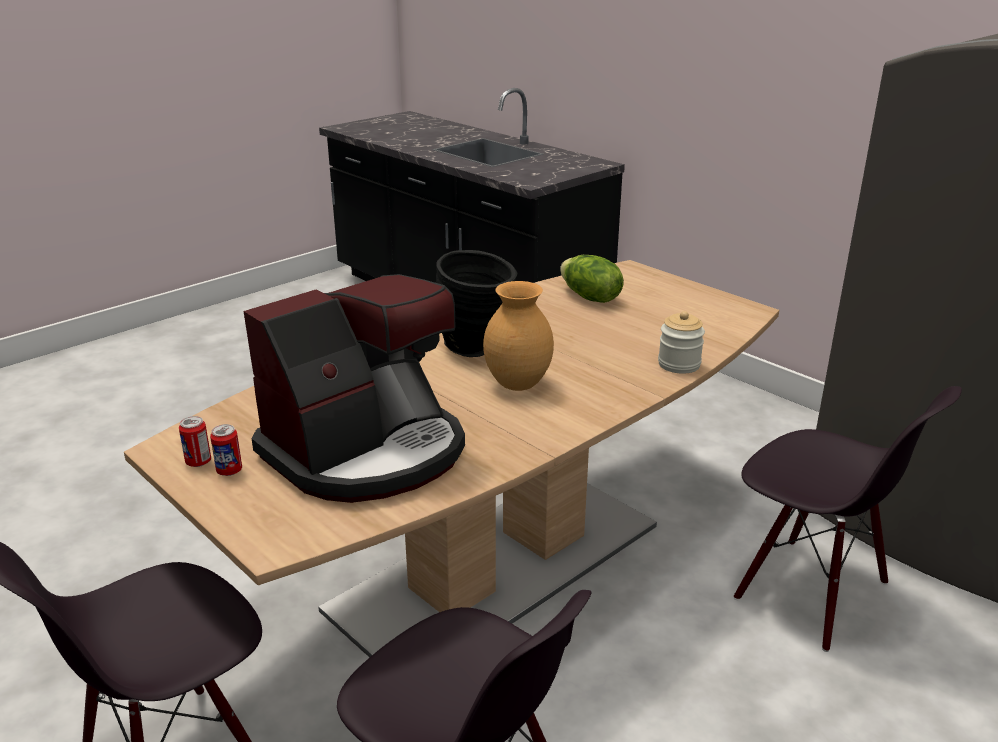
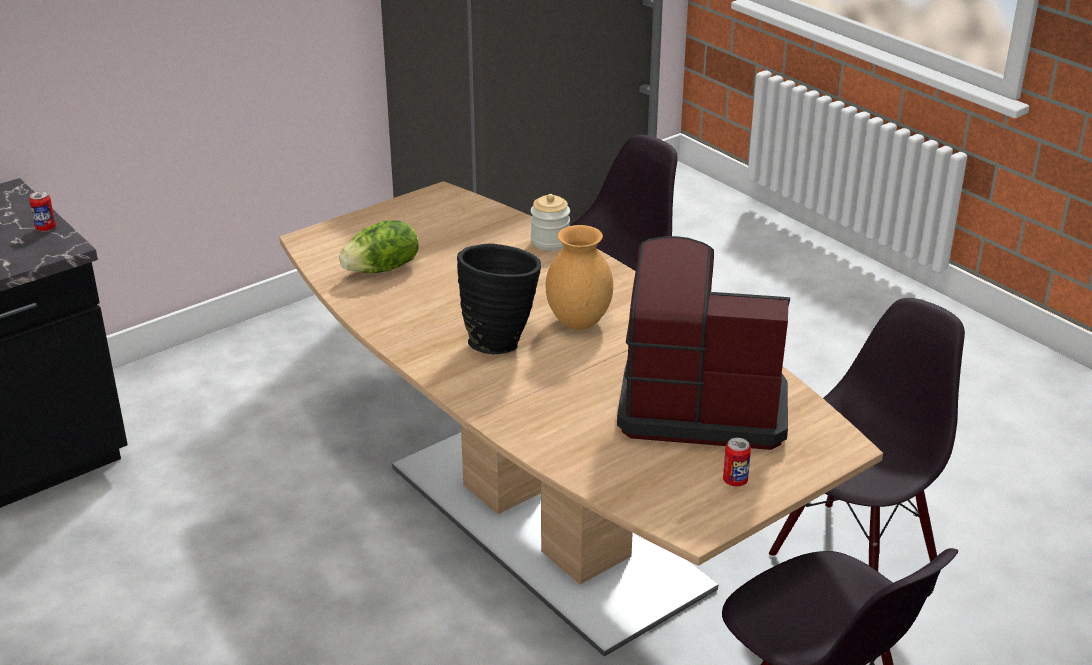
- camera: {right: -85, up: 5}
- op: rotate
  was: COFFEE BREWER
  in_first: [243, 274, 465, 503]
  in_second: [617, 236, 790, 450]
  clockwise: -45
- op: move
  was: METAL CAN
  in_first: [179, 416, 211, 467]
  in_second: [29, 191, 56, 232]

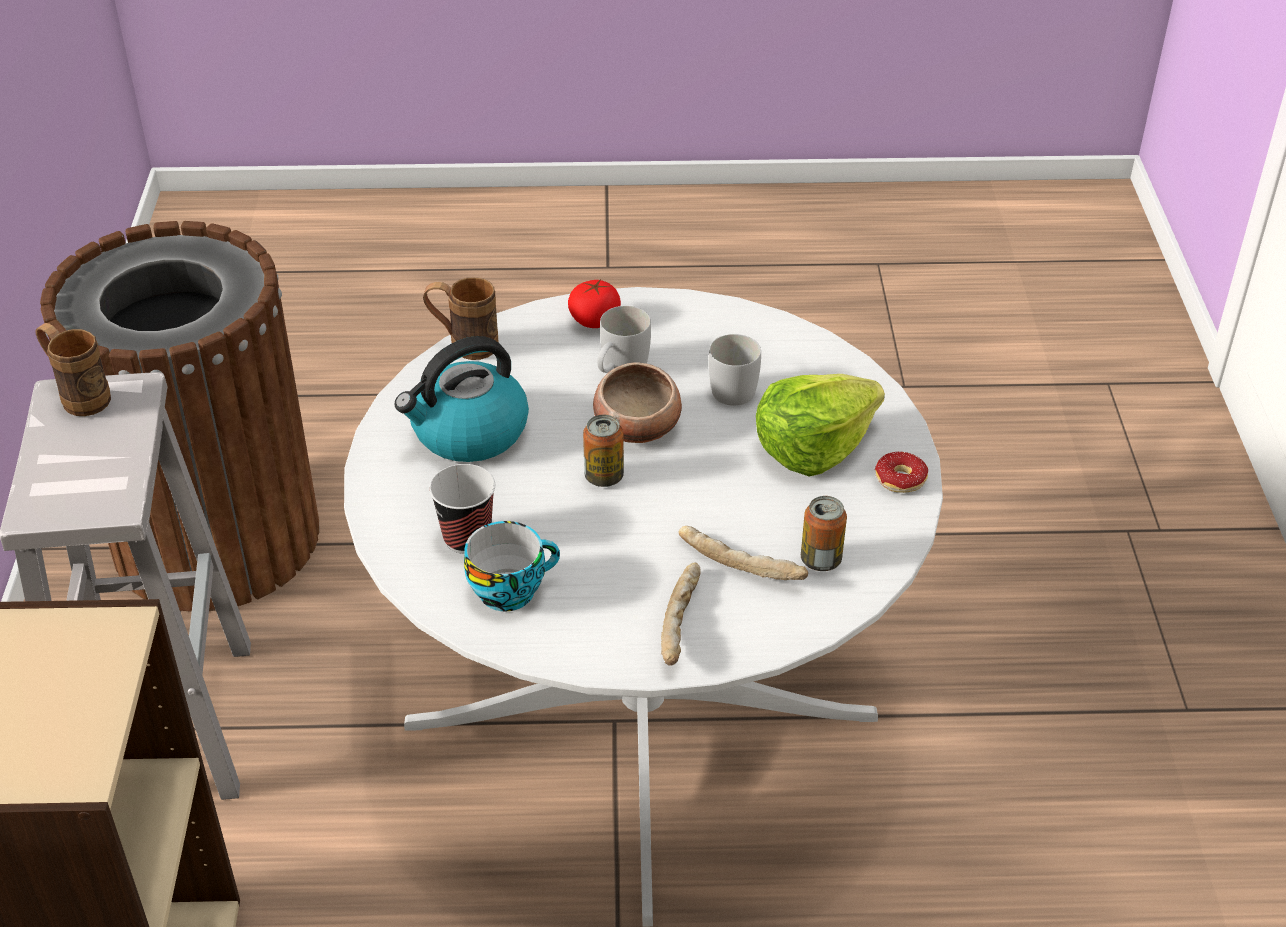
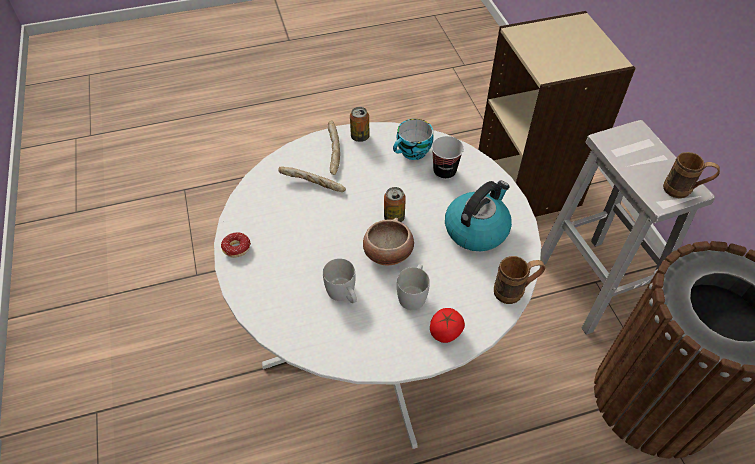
- camera: {right: 165, up: 10}
- op: delete
  was: LETTUCE HEAD
  in_first: [756, 374, 885, 477]
- op: move
  was: METAL CAN
  in_first: [801, 496, 847, 571]
  in_second: [350, 107, 370, 142]

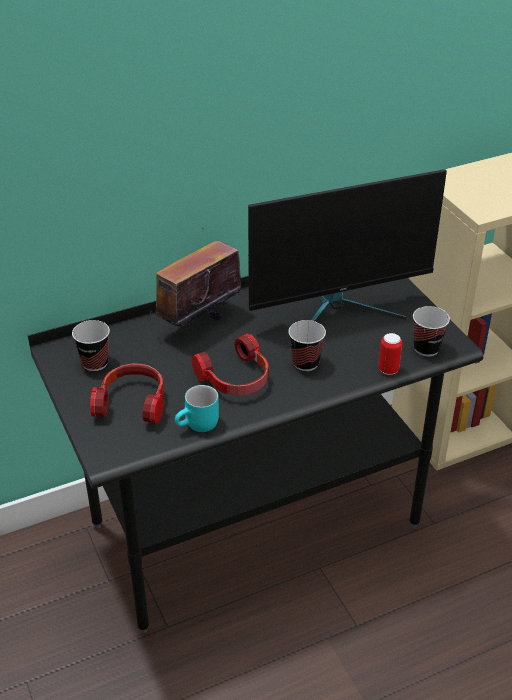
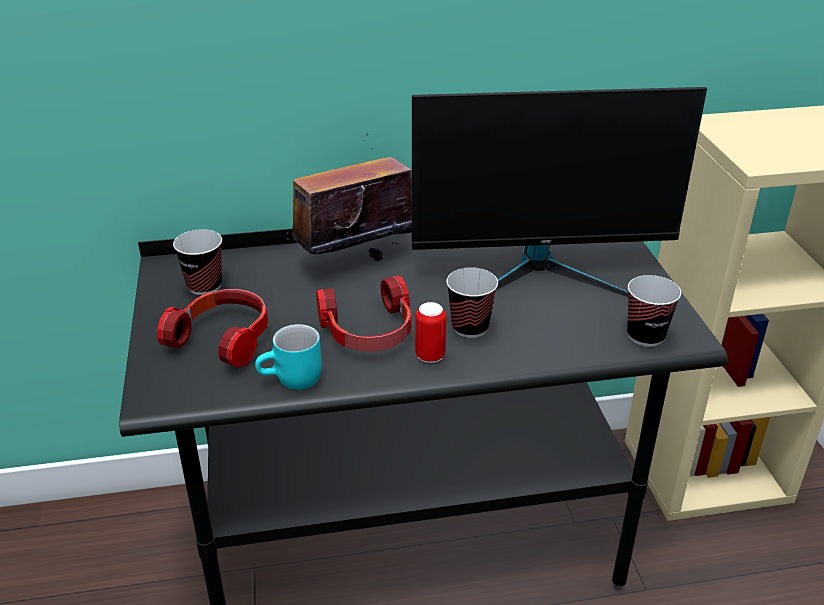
- camera: {right: 15, up: -5}
- op: move
  was: METAL CAN
  in_first: [378, 333, 403, 375]
  in_second: [415, 302, 446, 363]

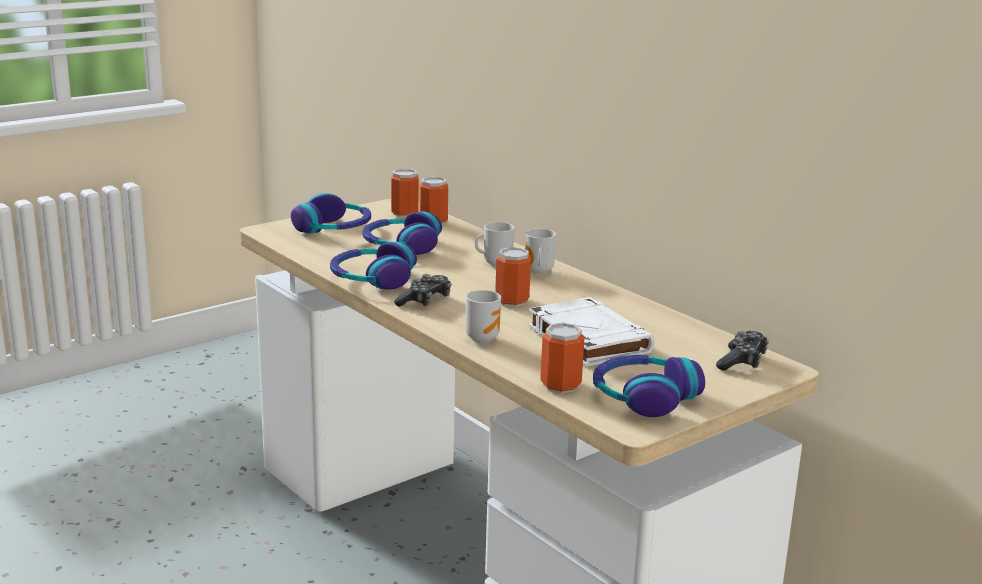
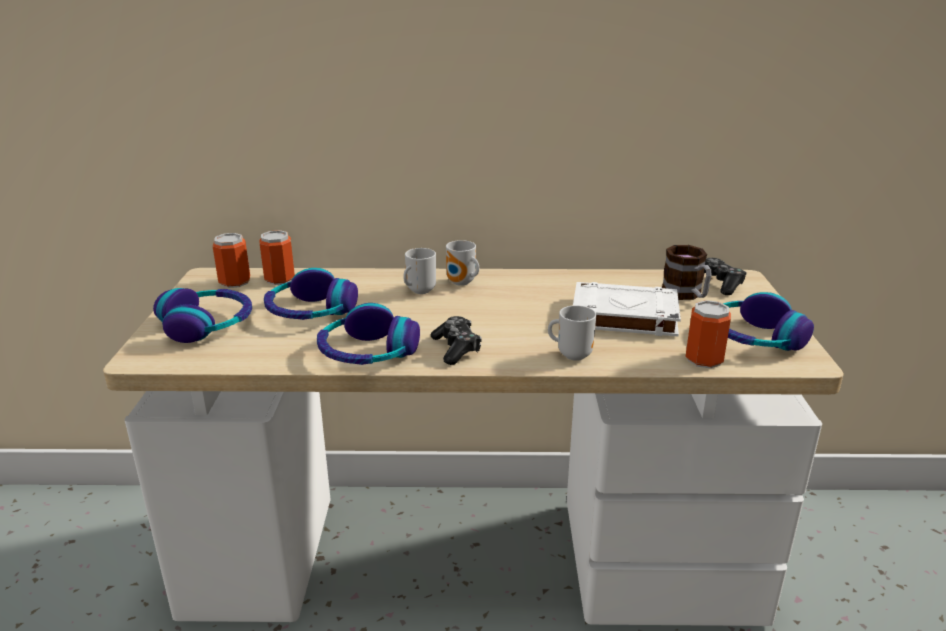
- camera: {right: -50, up: 5}
- op: delete
  was: METAL CAN
  in_first: [495, 247, 531, 307]
- op: insert
  now: MUG
  in_second: [662, 245, 711, 300]

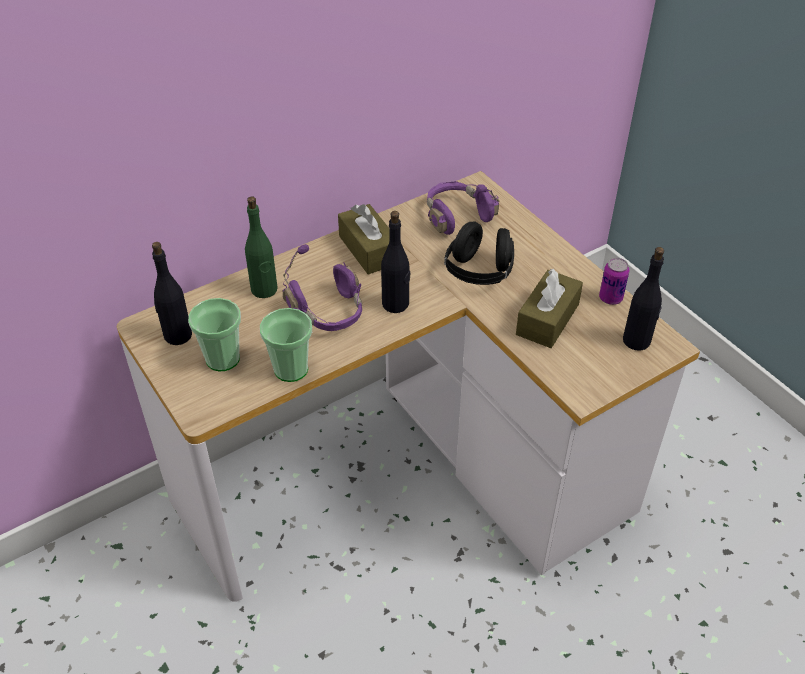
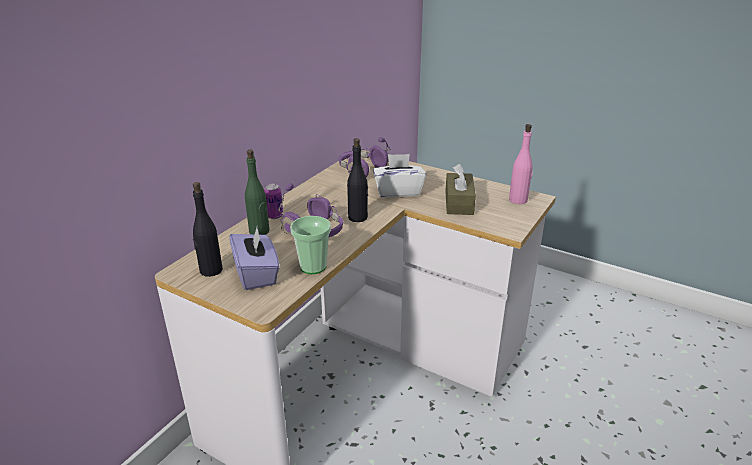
- camera: {right: -25, up: -15}
- op: delete
  was: BROWN TISSUE HOLDER
  in_first: [338, 204, 390, 275]
- op: replace
  was: BLACKISH HEADSET
  now: WHITE-COLOURED TISSUE HOLDER
  in_first: [444, 221, 514, 285]
  in_second: [373, 154, 426, 198]
- op: recolor
  was: BLACKISH BOTTLE
  now: PINK-COLOURED BOTTLE
  in_first: [623, 247, 664, 351]
  in_second: [509, 124, 533, 204]
- op: move
  was: METAL CAN
  in_first: [599, 258, 629, 305]
  in_second: [264, 183, 283, 219]
- op: replace
  was: SMALL CUP
  now: PURPLISH TISSUE HOLDER
  in_first: [188, 298, 241, 371]
  in_second: [229, 227, 280, 290]

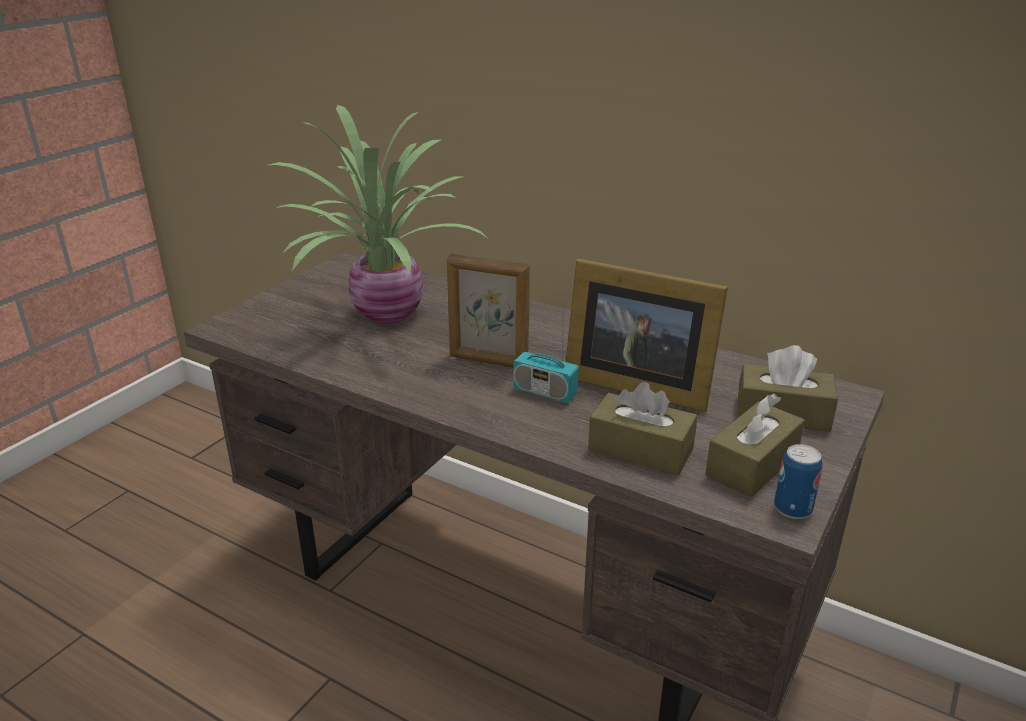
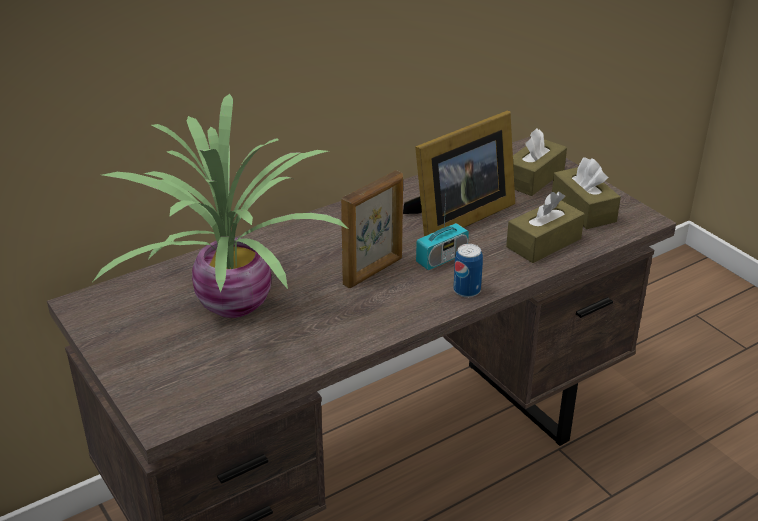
- camera: {right: -65, up: 5}
- op: move
  was: METAL CAN
  in_first: [774, 444, 822, 519]
  in_second: [453, 244, 483, 298]

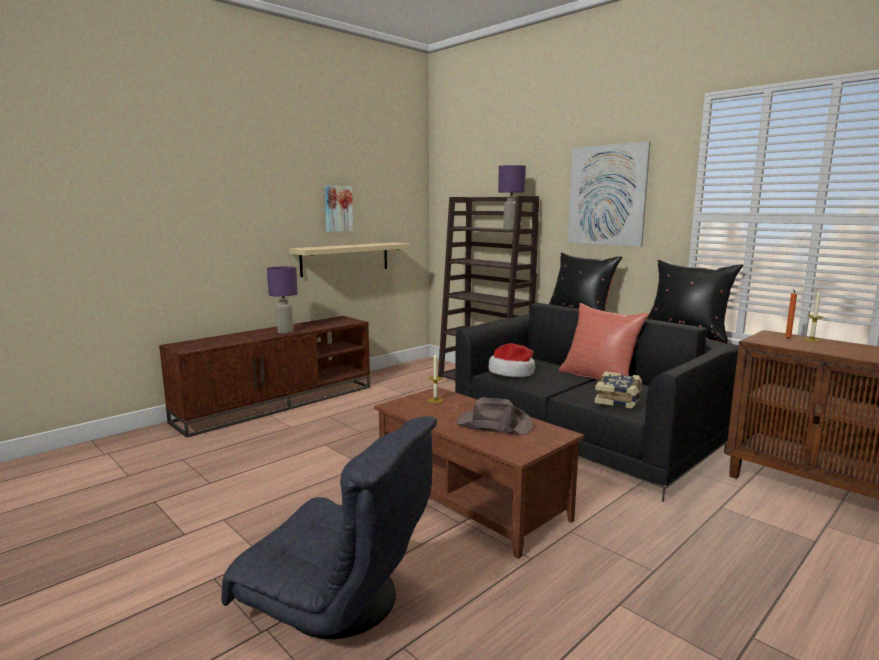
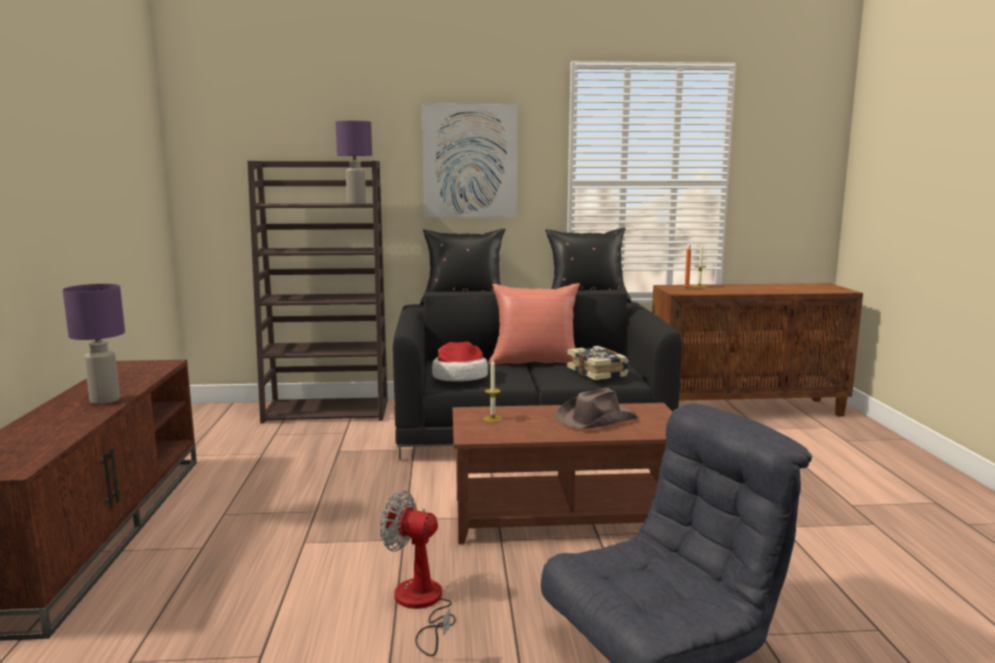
- camera: {right: -50, up: 0}
- op: delete
  was: WALL ART
  in_first: [325, 186, 354, 232]
- op: delete
  was: BEIGE-COLOURED SHELF
  in_first: [289, 242, 410, 277]
- op: insert
  now: ELECTRIC FAN
  in_second: [380, 491, 456, 656]

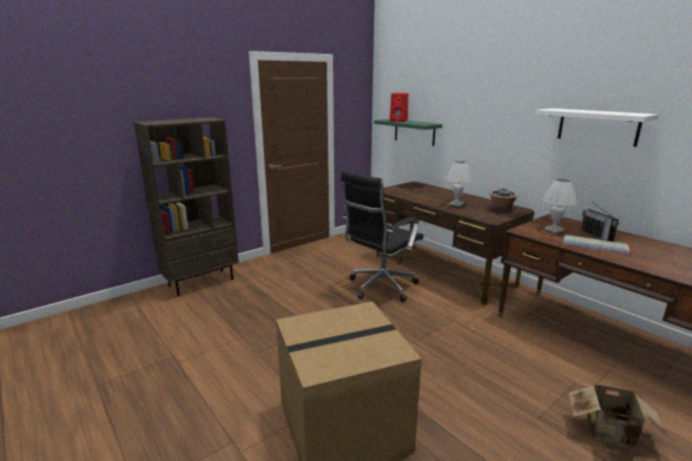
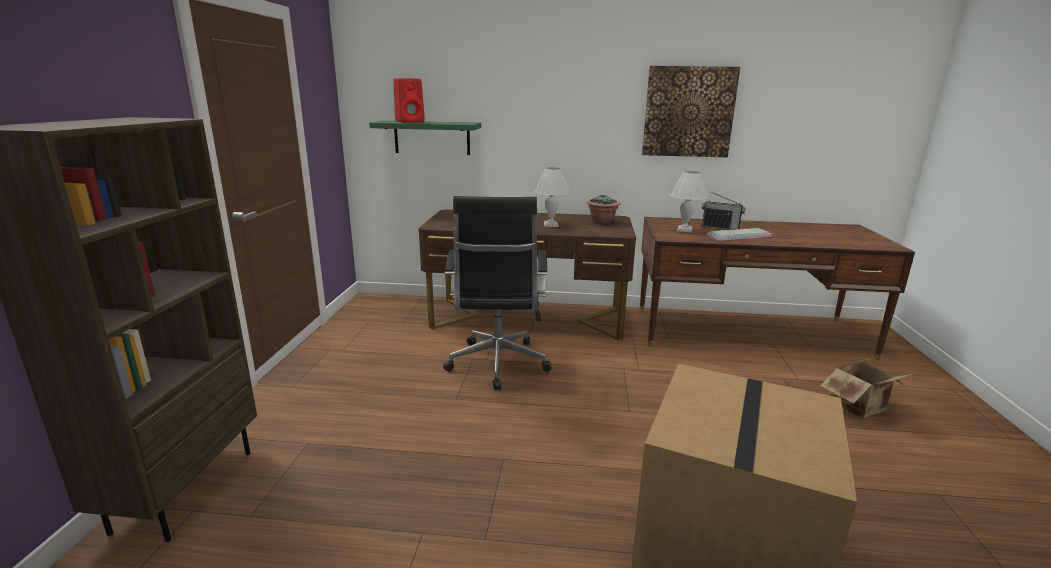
- camera: {right: -45, up: 0}
- op: replace
  was: WHITE-COLOURED SHELF
  now: WALL ART
  in_first: [535, 108, 659, 147]
  in_second: [642, 66, 740, 157]

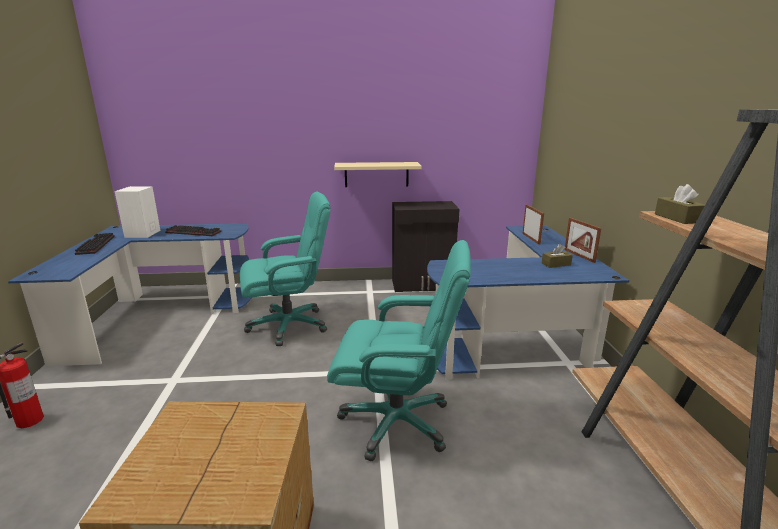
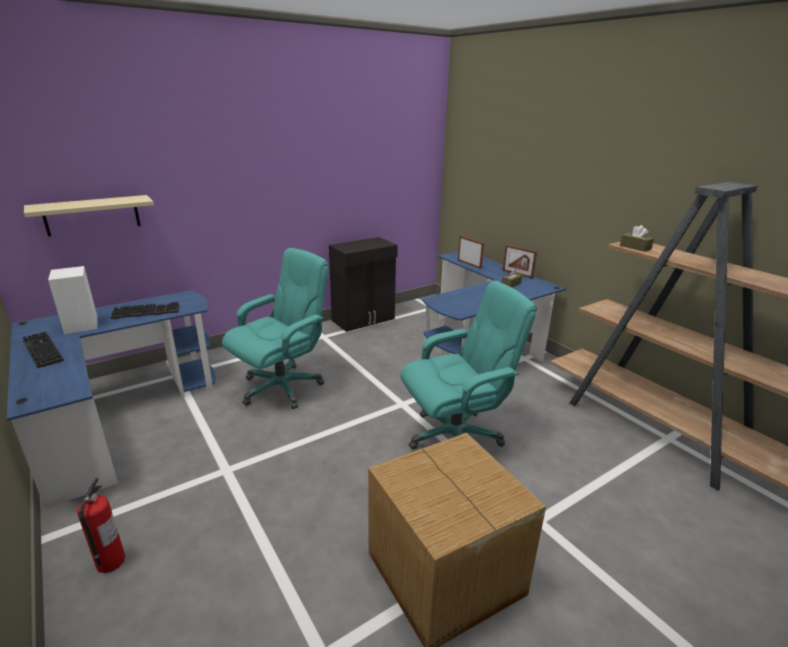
- camera: {right: -30, up: 5}
- op: move
  was: BEIGE-COLOURED SHELF
  in_first: [334, 162, 422, 187]
  in_second: [24, 195, 154, 236]

